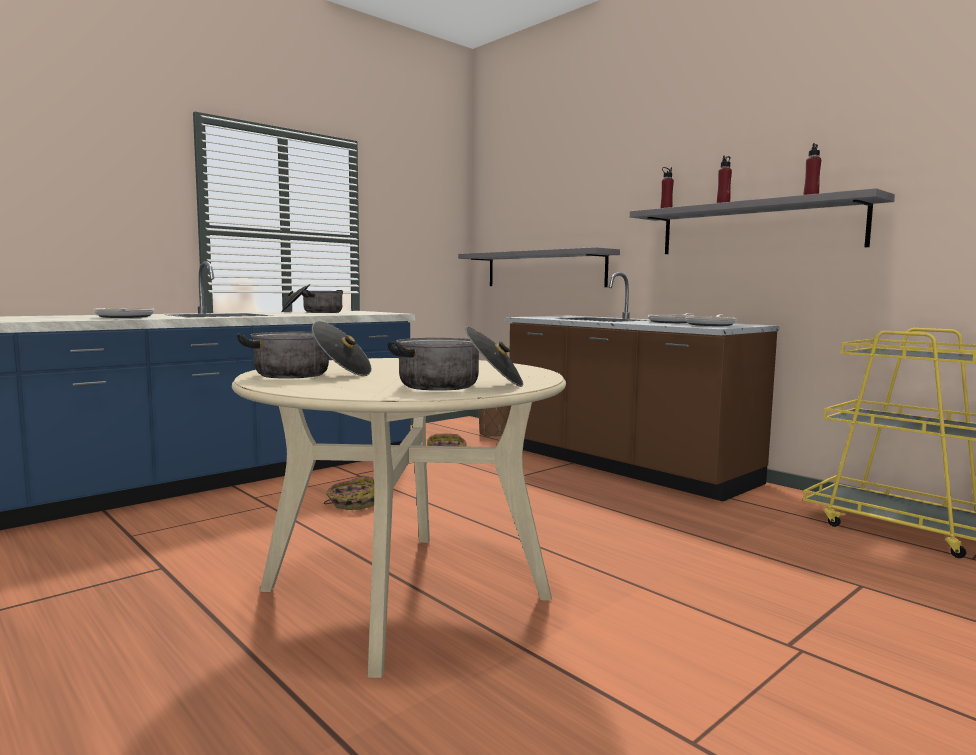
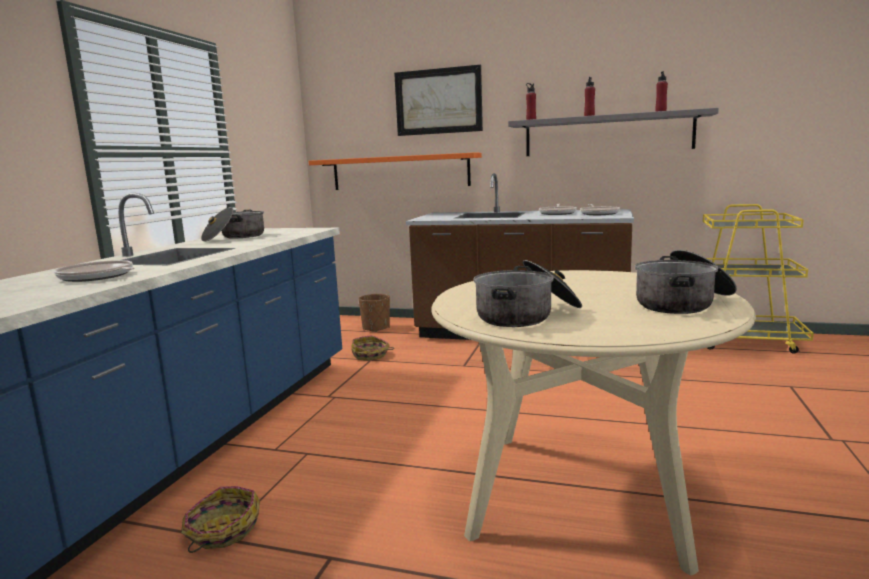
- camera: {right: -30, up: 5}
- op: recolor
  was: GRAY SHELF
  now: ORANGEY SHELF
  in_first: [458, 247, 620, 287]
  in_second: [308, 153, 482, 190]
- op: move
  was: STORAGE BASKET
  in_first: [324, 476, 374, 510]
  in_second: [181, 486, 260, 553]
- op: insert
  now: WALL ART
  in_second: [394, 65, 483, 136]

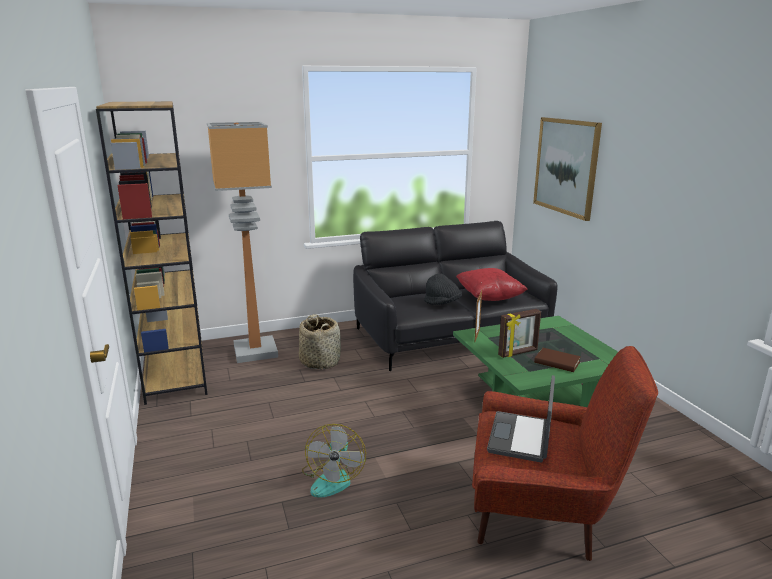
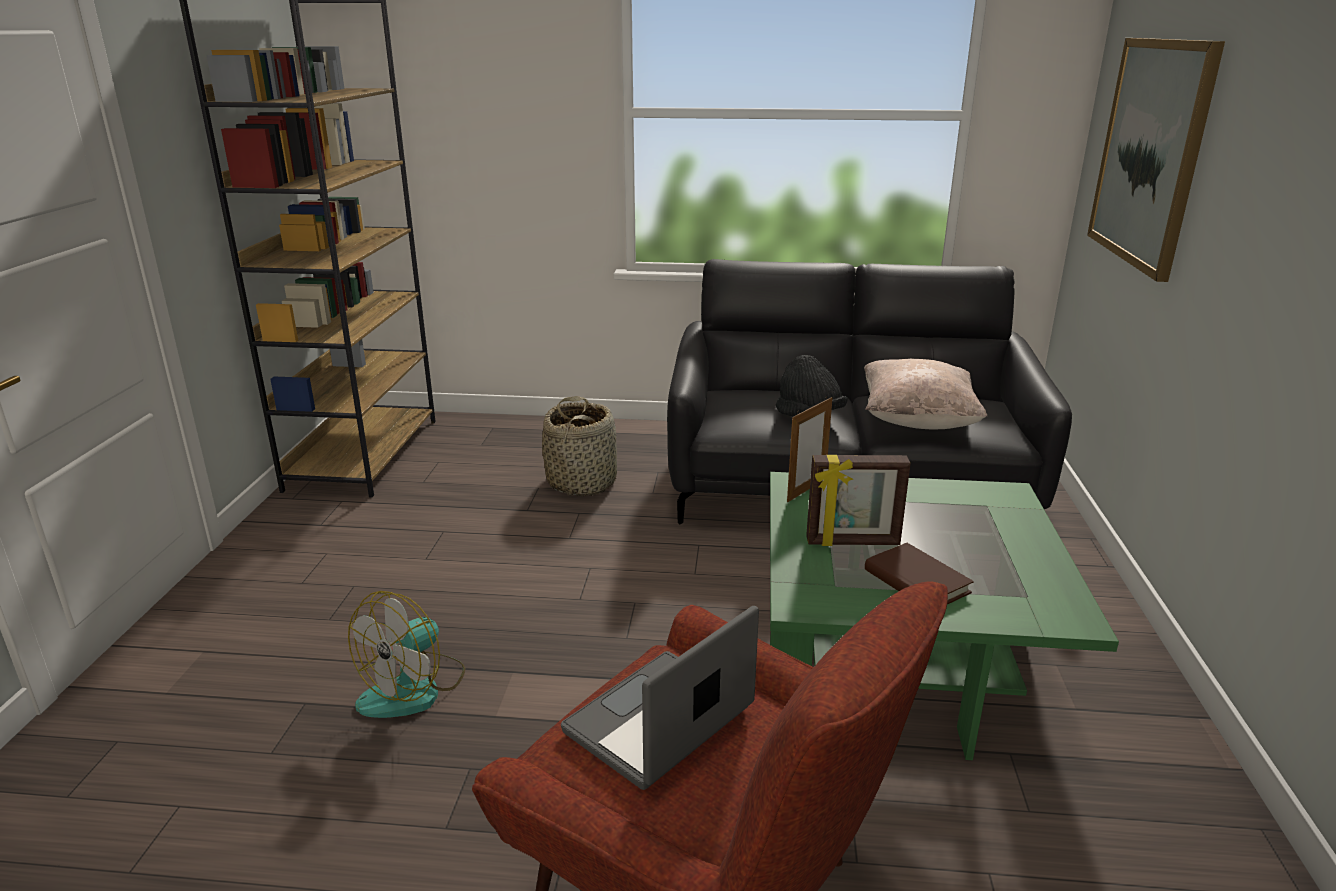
- camera: {right: 25, up: 5}
- op: delete
  was: FLOOR LAMP
  in_first: [207, 122, 278, 363]
- op: recolor
  was: RED THROW PILLOW
  now: BEIGE-COLOURED THROW PILLOW
  in_first: [456, 268, 528, 301]
  in_second: [864, 359, 988, 429]

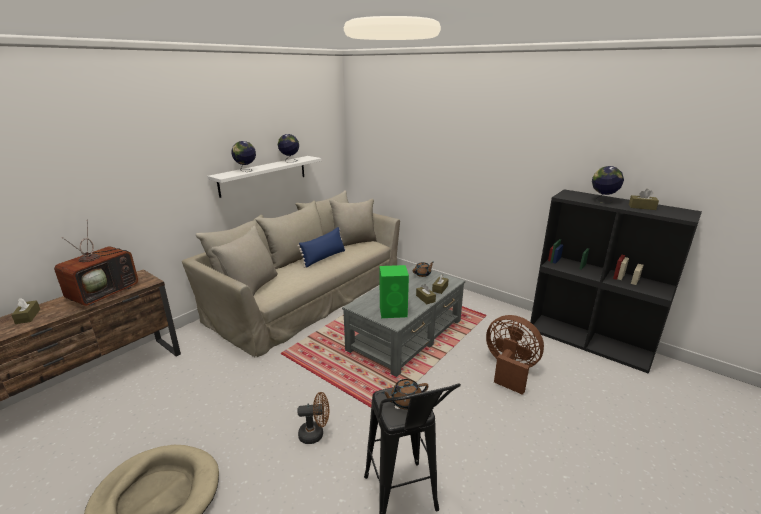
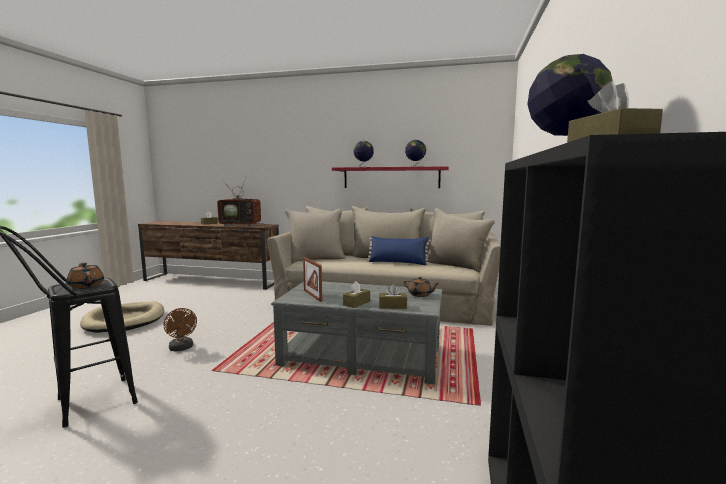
- camera: {right: 65, up: -15}
- op: recolor
  was: WHITE-COLOURED SHELF
  now: RED SHELF
  in_first: [207, 156, 322, 198]
  in_second: [332, 166, 449, 188]
- op: replace
  was: GREEN SPEAKER
  now: STANDING FRAME
  in_first: [380, 265, 409, 318]
  in_second: [303, 257, 322, 302]
- op: delete
  was: BROWN ELECTRIC FAN
  in_first: [486, 315, 544, 395]

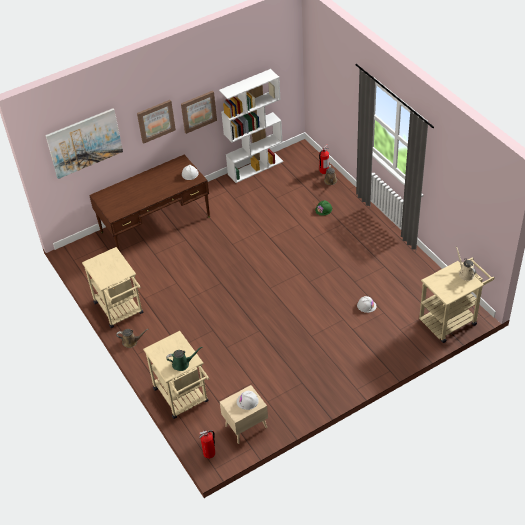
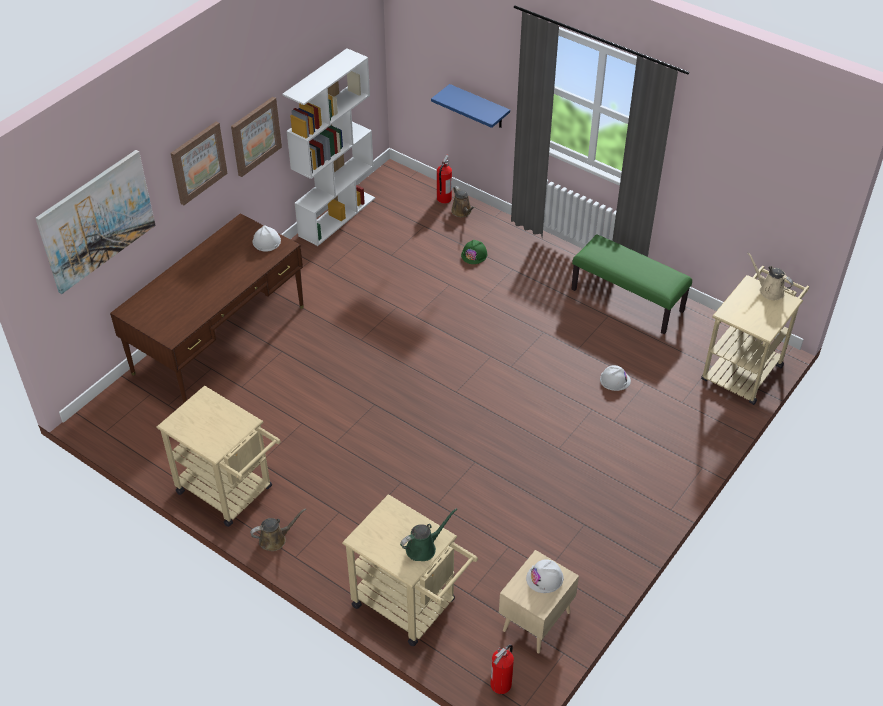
- camera: {right: -25, up: 0}
- op: insert
  now: BLUISH SHELF
  in_second: [431, 84, 510, 128]
- op: insert
  now: GREEN INDOOR BENCH
  in_second: [571, 235, 692, 334]

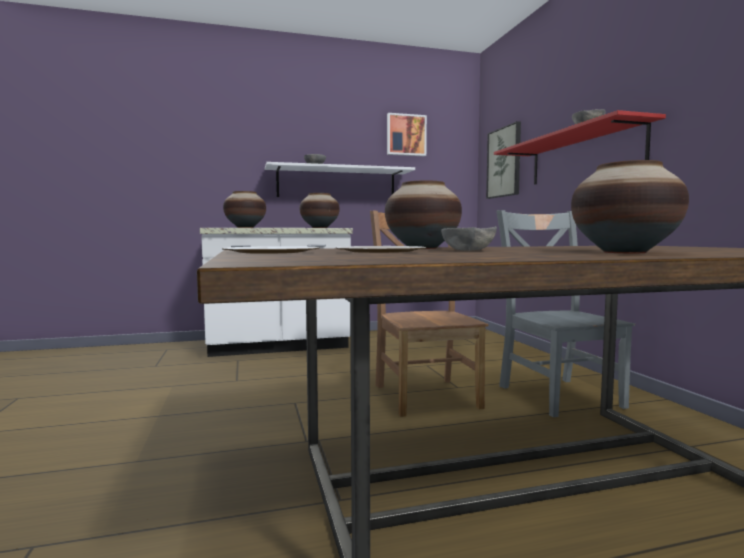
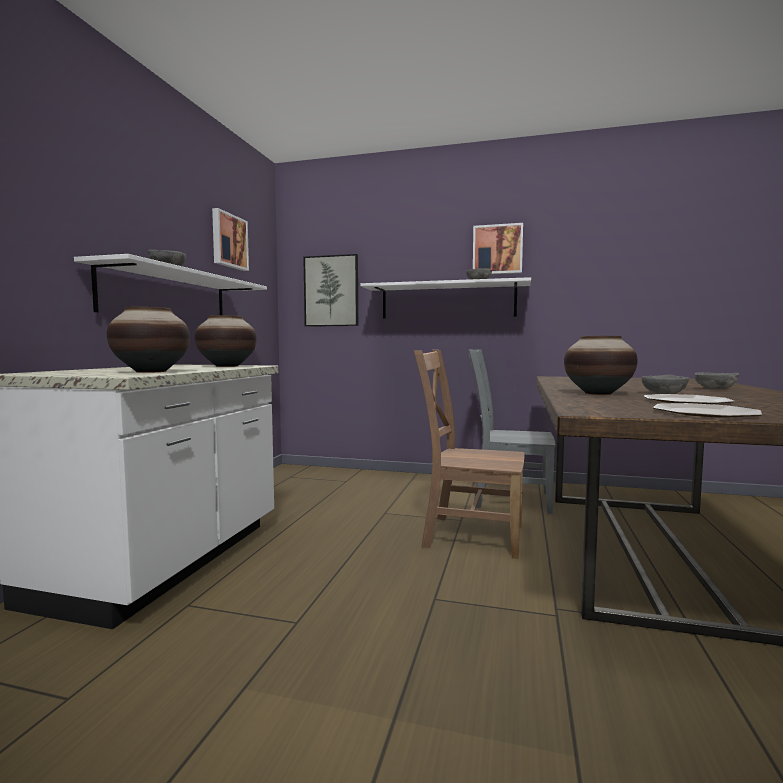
- camera: {right: -60, up: 0}
- op: recolor
  was: RED SHELF
  now: WHITE-COLOURED SHELF
  in_first: [494, 110, 666, 185]
  in_second: [360, 277, 531, 319]
- op: replace
  was: DECORATIVE VASE
  now: GRAY SERVING BOWL
  in_first: [571, 160, 689, 253]
  in_second: [695, 372, 740, 389]
- op: insert
  now: WALL ART
  in_second: [473, 223, 523, 274]

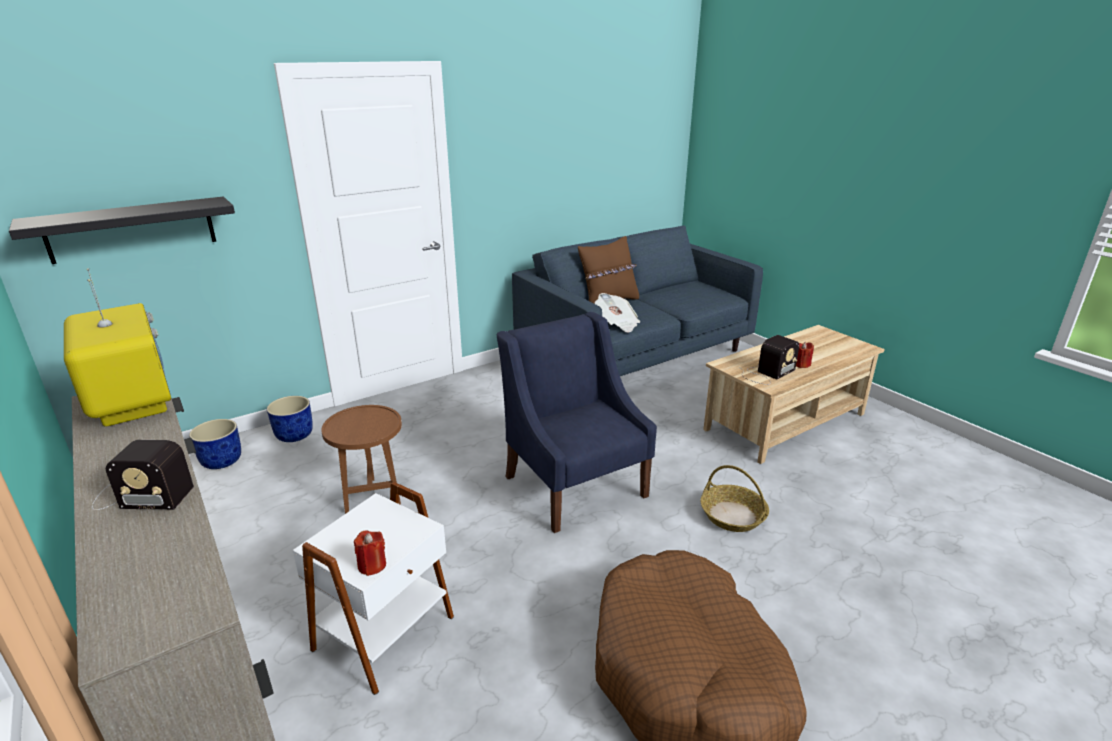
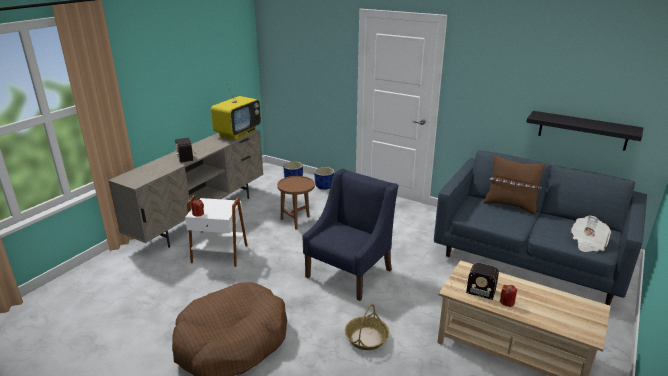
- camera: {right: 65, up: 0}
- op: move
  was: BLACKISH SHELF
  in_first: [9, 197, 235, 264]
  in_second: [526, 111, 643, 151]
- op: move
  was: NEWSPAPER
  in_first: [595, 293, 640, 333]
  in_second: [571, 216, 611, 252]

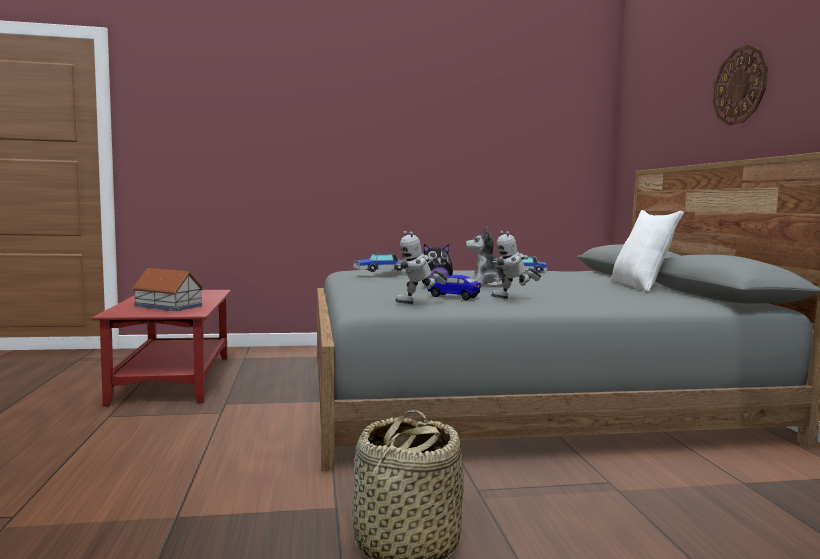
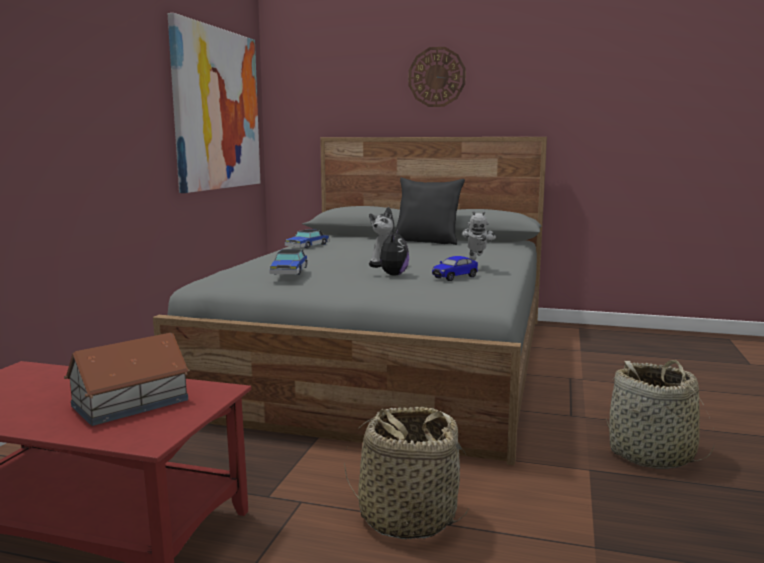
- camera: {right: -65, up: 5}
- op: recolor
  was: WHITE-COLOURED THROW PILLOW
  now: BLACKISH THROW PILLOW
  in_first: [611, 210, 684, 292]
  in_second: [395, 177, 465, 245]
- op: delete
  was: MODEL ROBOT
  in_first: [395, 231, 448, 304]
- op: insert
  now: WALL ART
  in_second: [168, 13, 260, 193]
- op: insert
  now: STORAGE BASKET
  in_second: [344, 407, 473, 539]

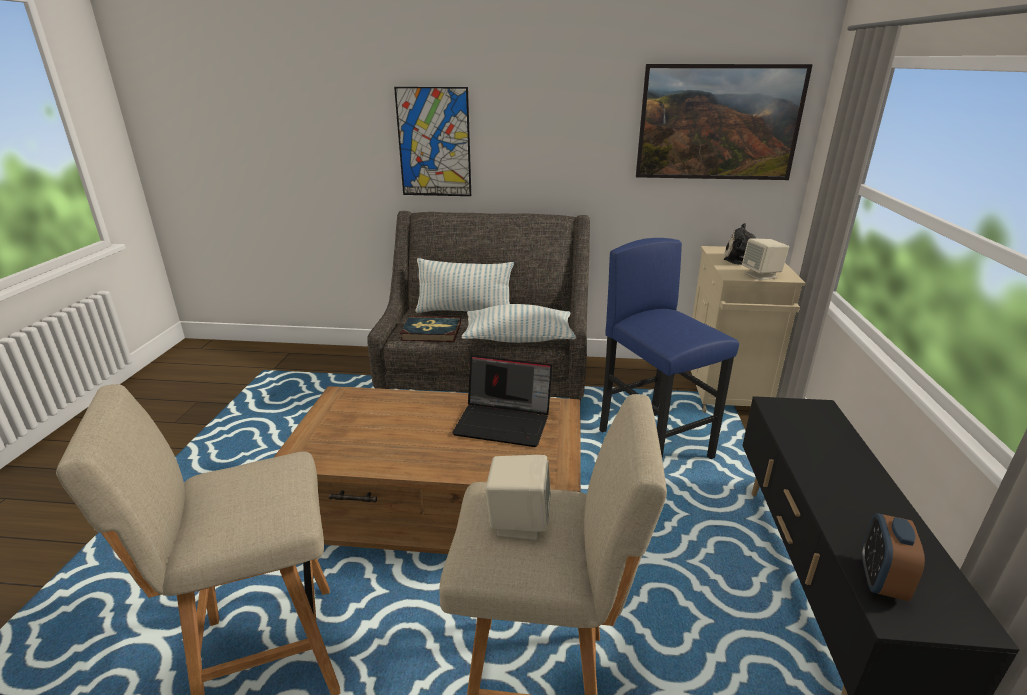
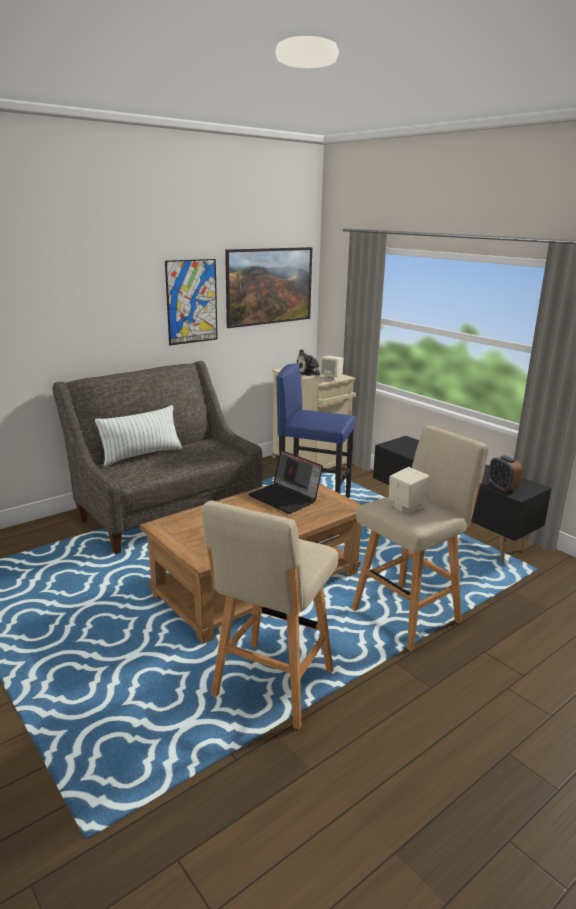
- camera: {right: -45, up: -5}
- op: move
  was: WALL ART
  in_first: [394, 87, 471, 196]
  in_second: [165, 259, 218, 345]
- op: delete
  was: THROW PILLOW
  in_first: [461, 304, 576, 343]
- op: delete
  was: BOUND BOOK
  in_first: [400, 316, 461, 342]
- op: rotate
  was: NOTEBOOK COMPUTER
  in_first: [452, 355, 552, 447]
  in_second: [248, 450, 323, 514]
  clockwise: 75

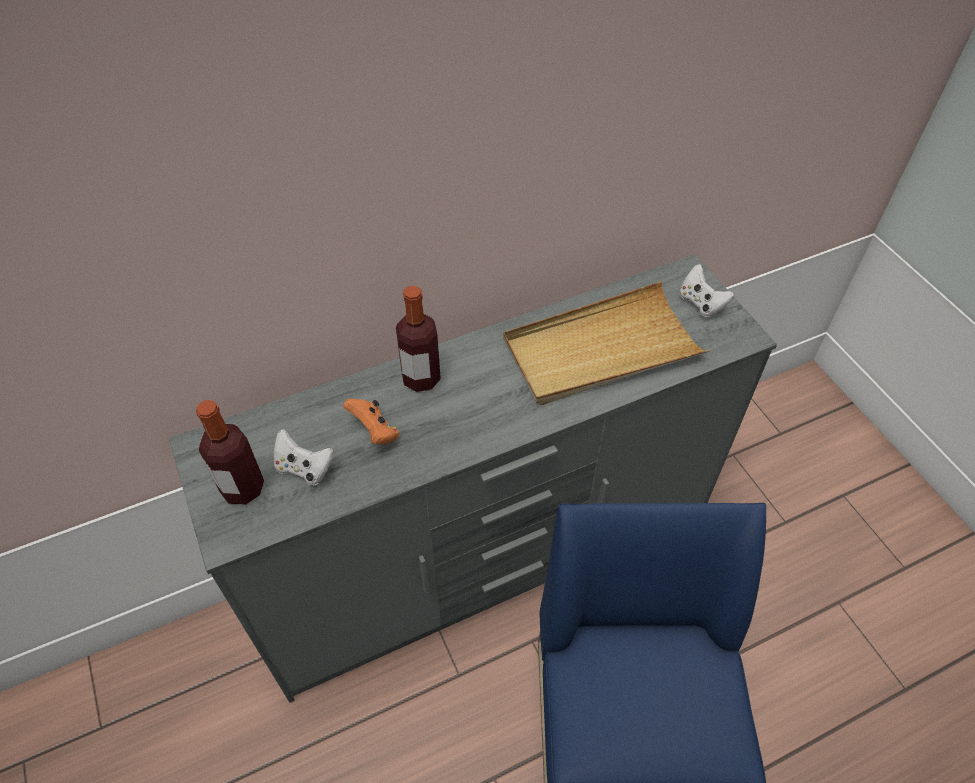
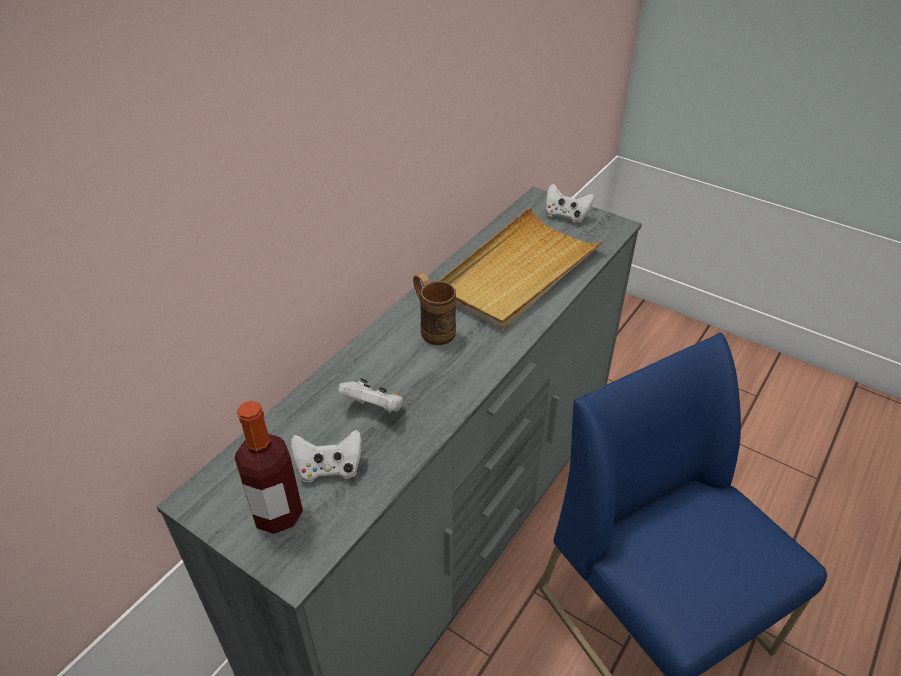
- camera: {right: -30, up: -10}
- op: delete
  was: BOTTLE
  in_first: [396, 285, 441, 392]
- op: recolor
  was: ORANGEY JOYPAD
  now: WHITE-COLOURED JOYPAD
  in_first: [343, 399, 399, 444]
  in_second: [337, 378, 404, 413]
- op: insert
  now: BROWN MUG
  in_second: [413, 273, 456, 345]

